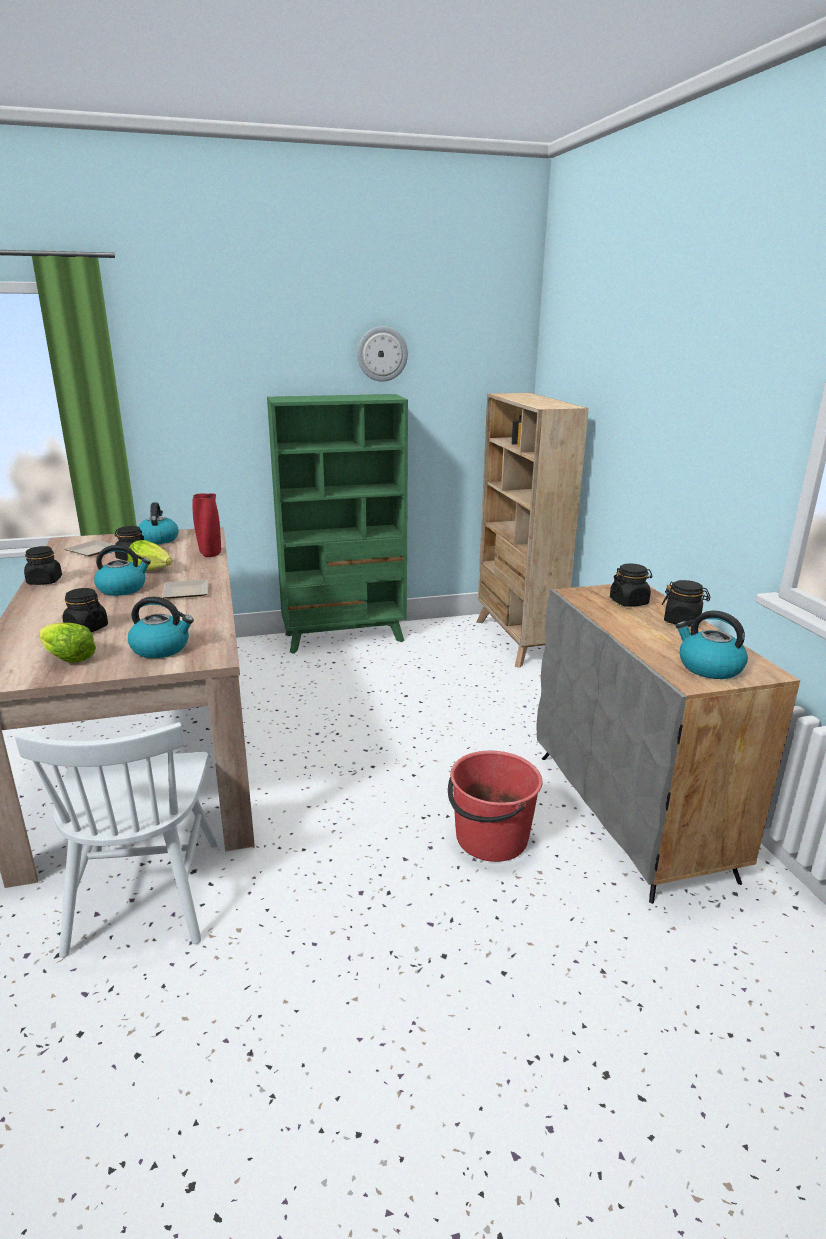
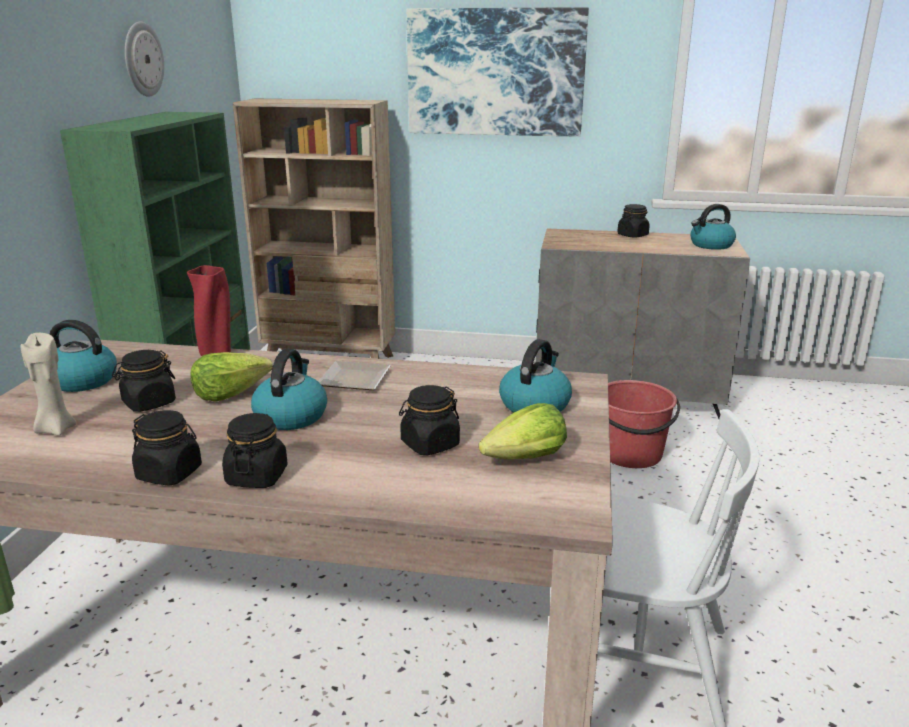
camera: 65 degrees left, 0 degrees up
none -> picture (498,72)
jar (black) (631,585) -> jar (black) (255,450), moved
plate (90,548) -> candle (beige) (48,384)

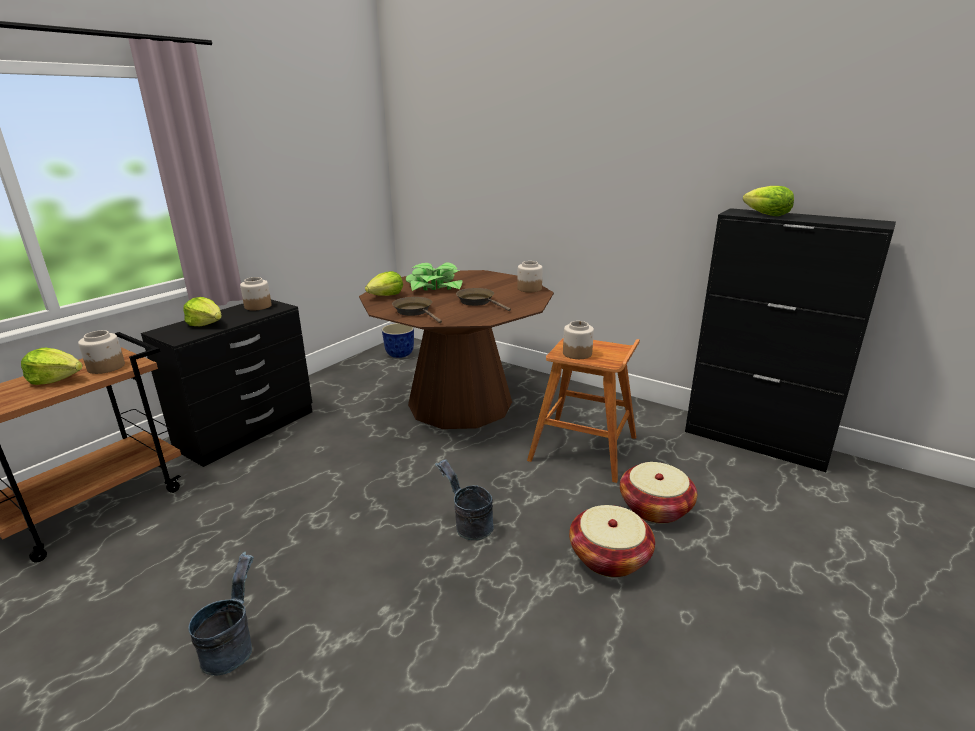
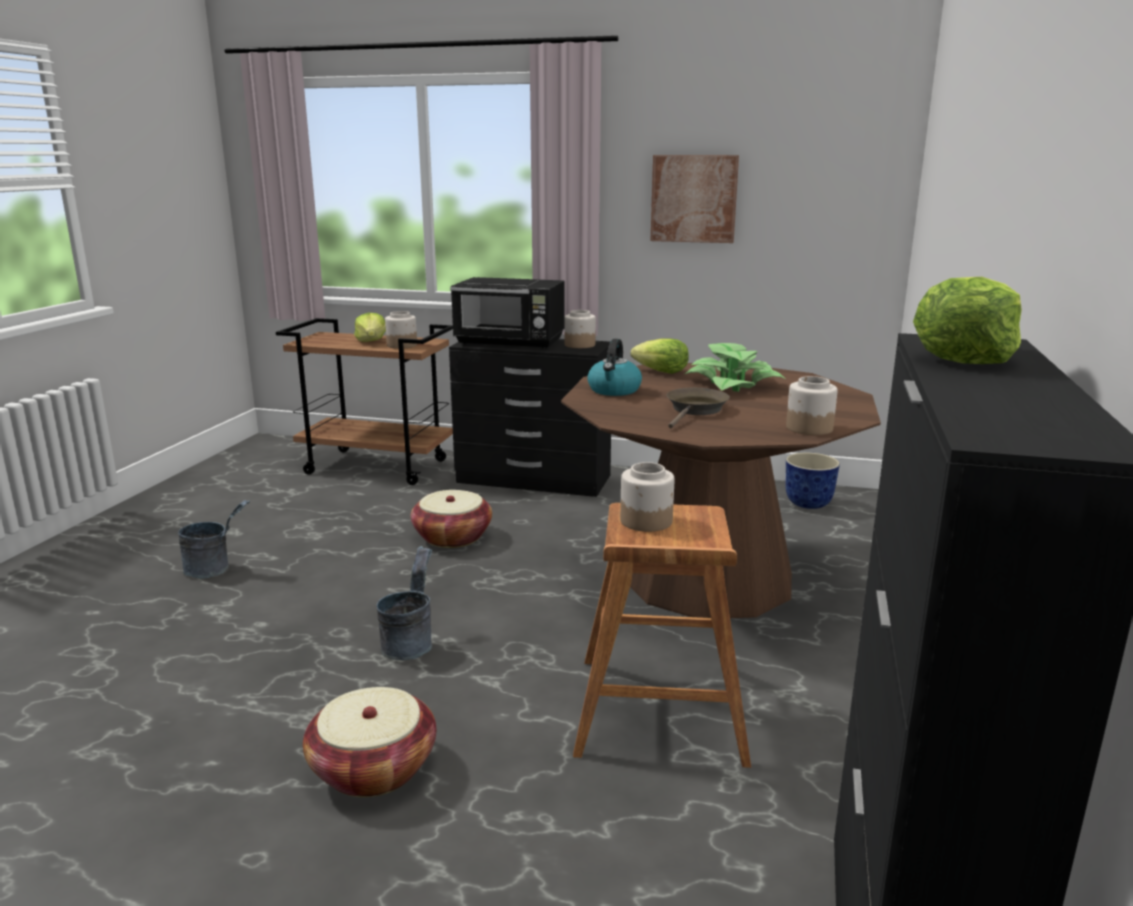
camera: 70 degrees right, 5 degrees down
none -> picture (694,199)
basket (658,493) -> basket (451,519), moved
lettuce (202,311) -> microwave (black) (507,313)
frying pan (brown) (417,310) -> kettle (614,367)

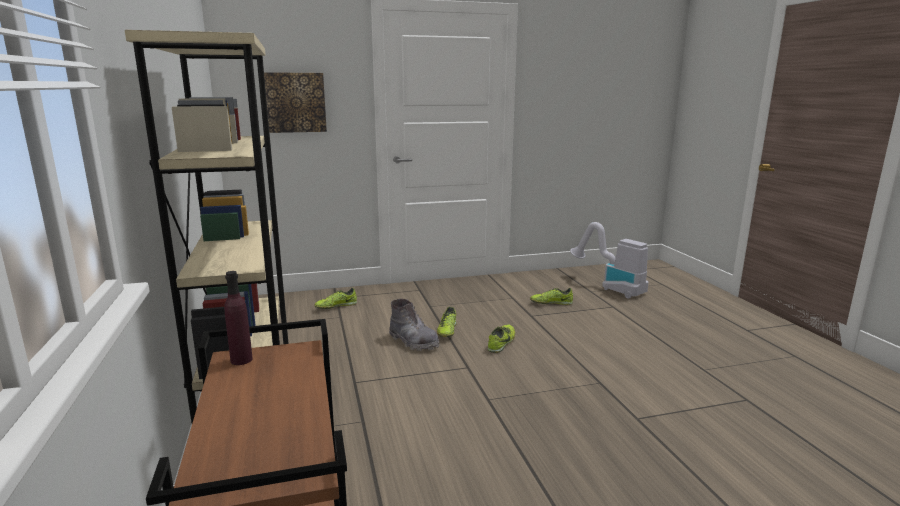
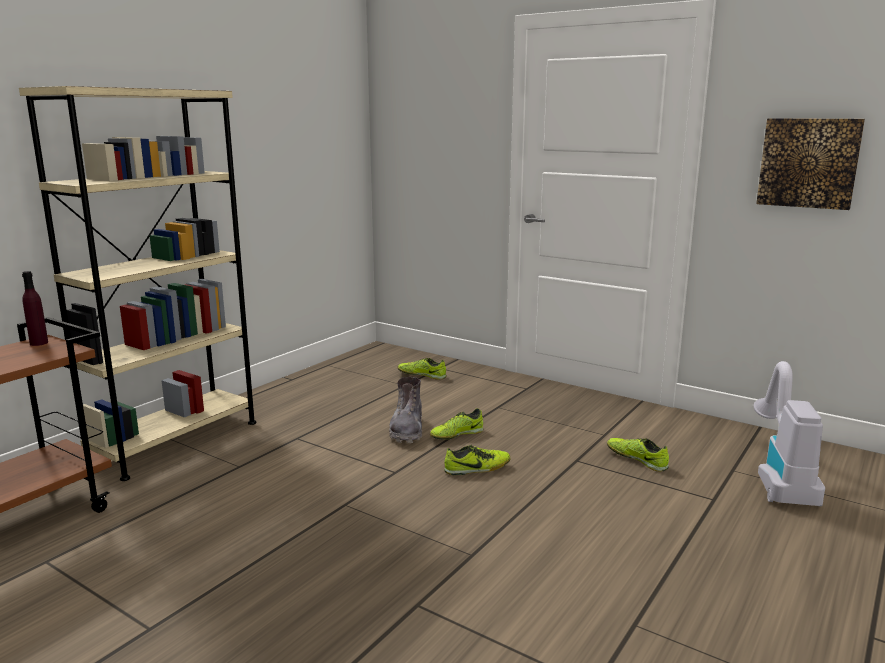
camera: 50 degrees right, 0 degrees up
picture (295,102) -> picture (810,164), moved

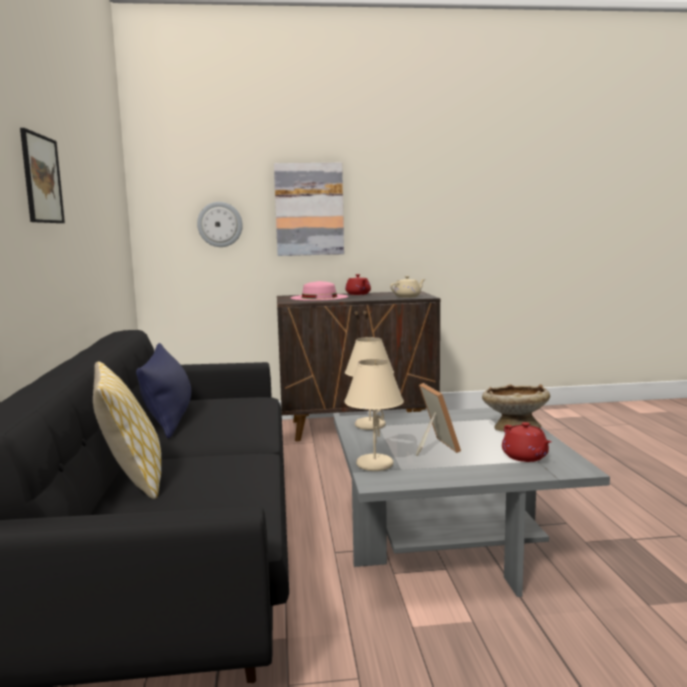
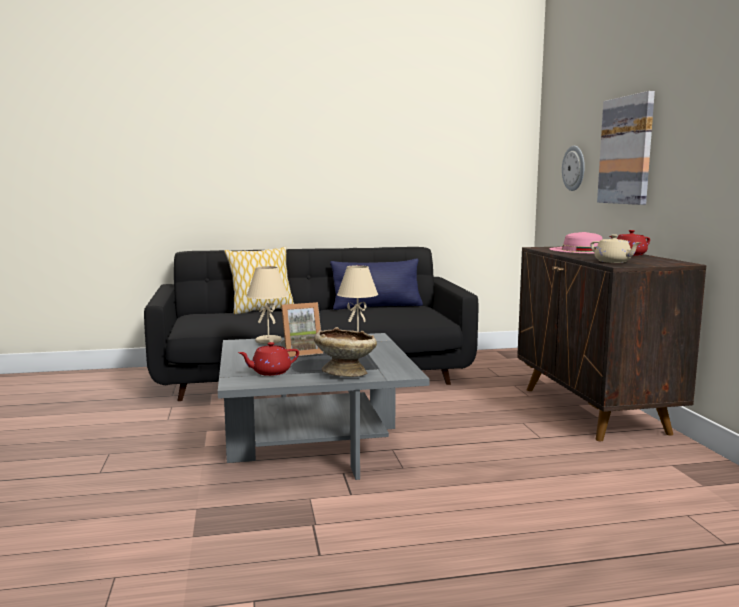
camera: 85 degrees right, 0 degrees up
picture (42,175) -> none

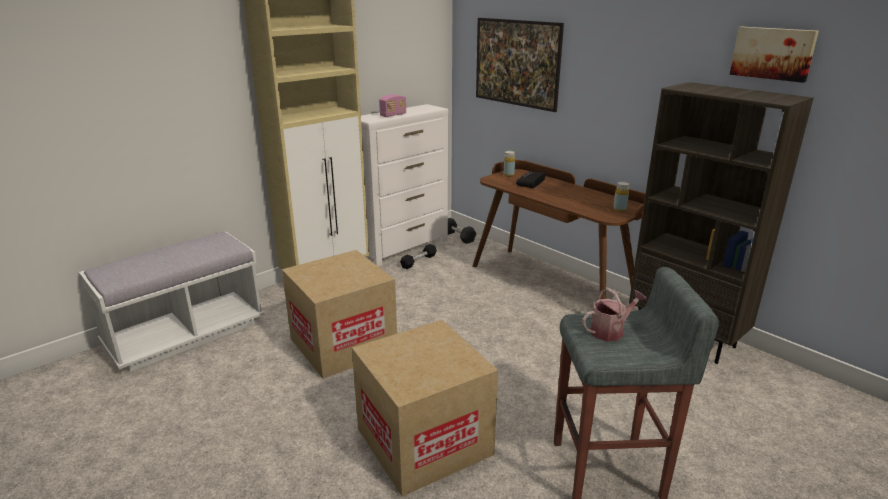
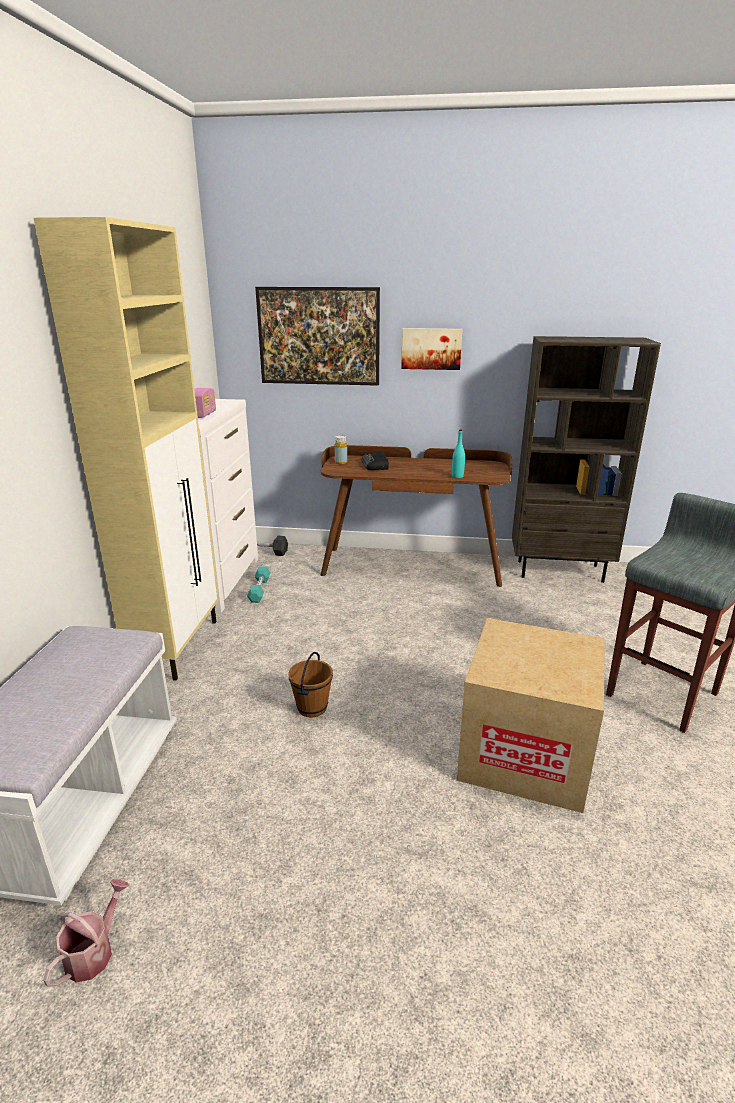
camera: 40 degrees left, 0 degrees up
bottle (yellow) (621,197) -> none
none -> bottle (turquoise) (458,453)
watering can (614,315) -> watering can (86,933), moved
picture (774,55) -> picture (431,349), moved
cardboard box (339,314) -> bucket (brown) (310,685)
dumbbell (black) (418,256) -> dumbbell (turquoise) (259,584)

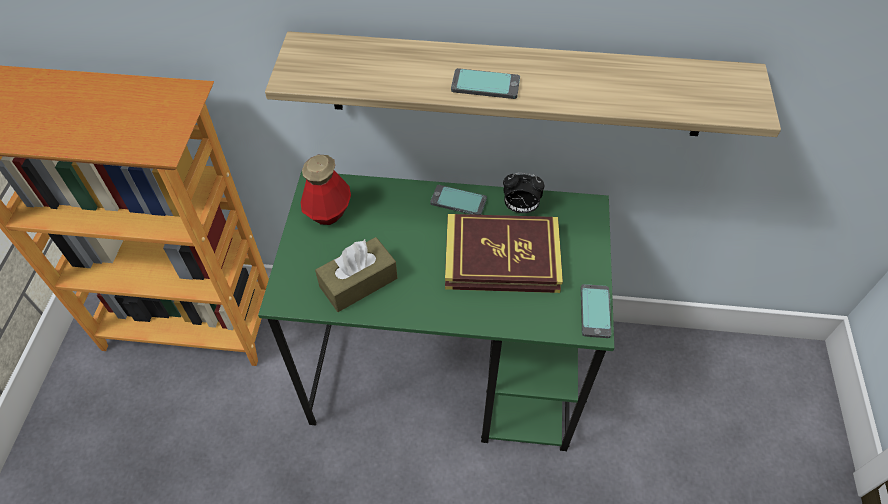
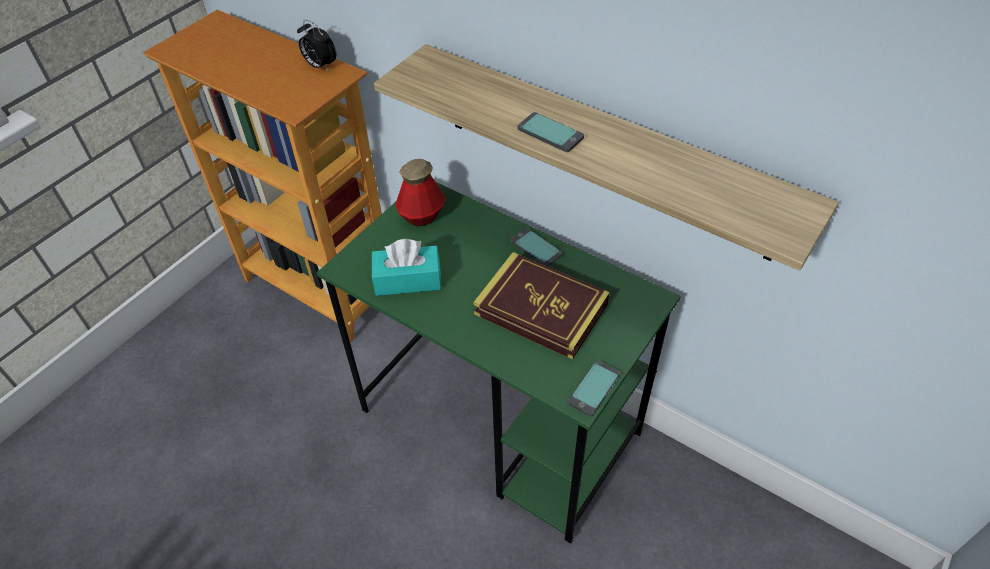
camera: 30 degrees right, 5 degrees down
alarm clock (524,193) -> alarm clock (316,45), moved
tissue box (brown) (356,274) -> tissue box (turquoise) (406,267)

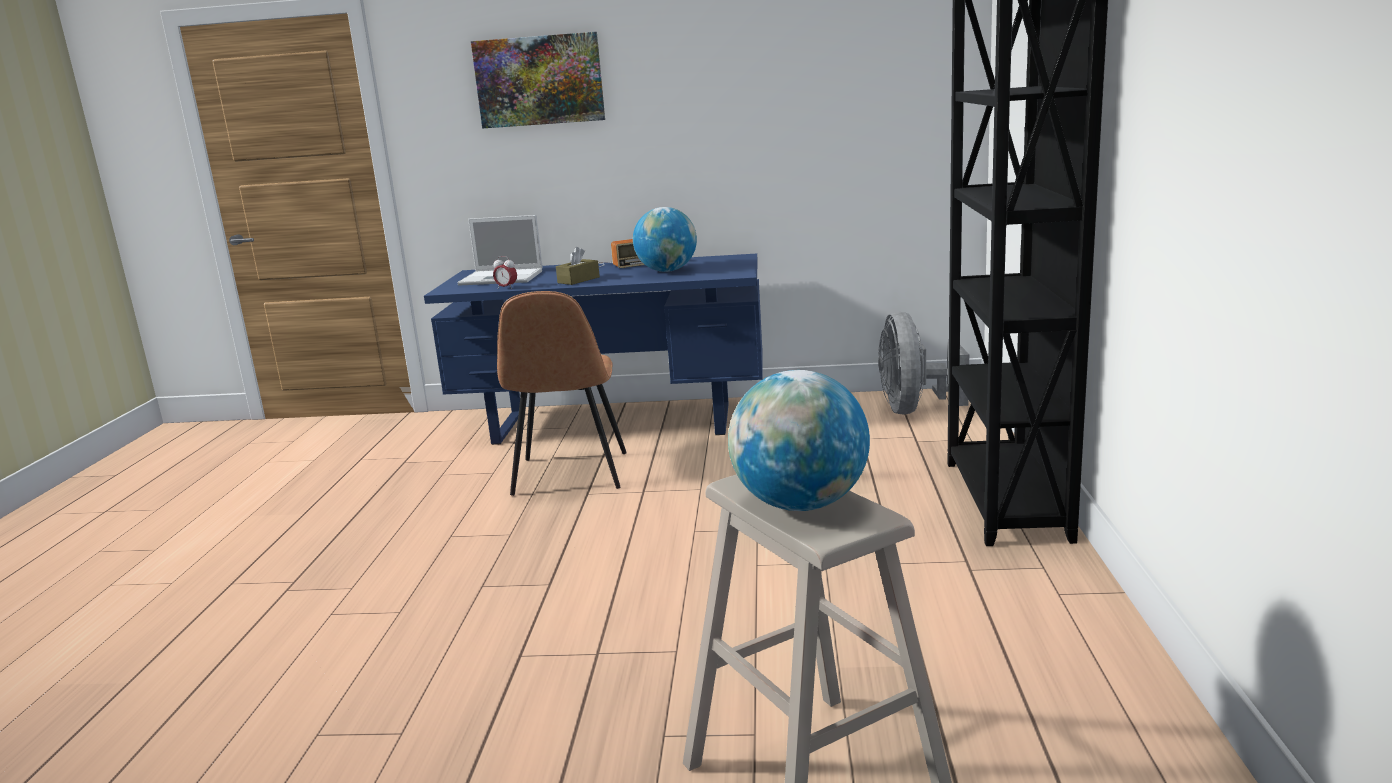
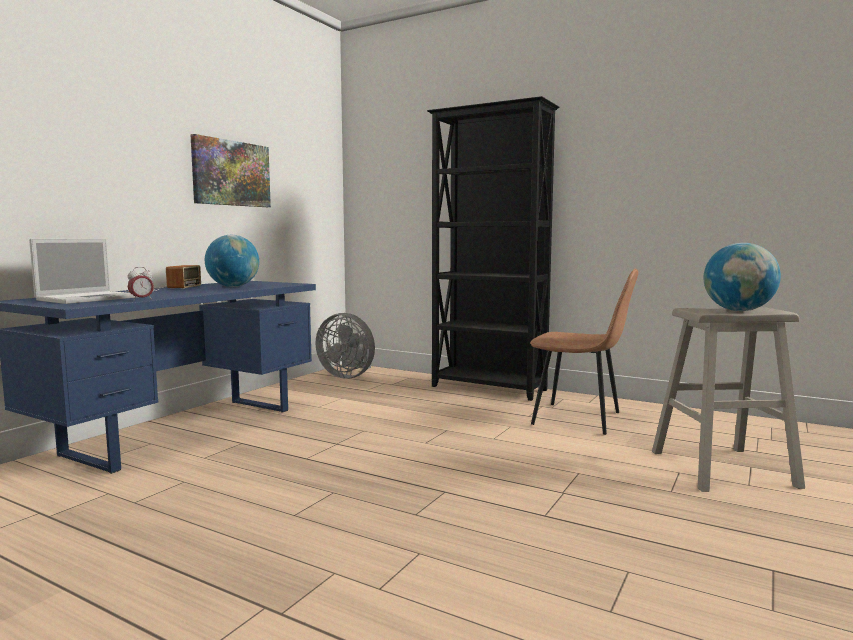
camera: 65 degrees left, 10 degrees down
tissue box (brown) (578,266) -> none
picture (538,80) -> picture (230,170), moved
chair (brown) (562,393) -> chair (brown) (584,352), moved

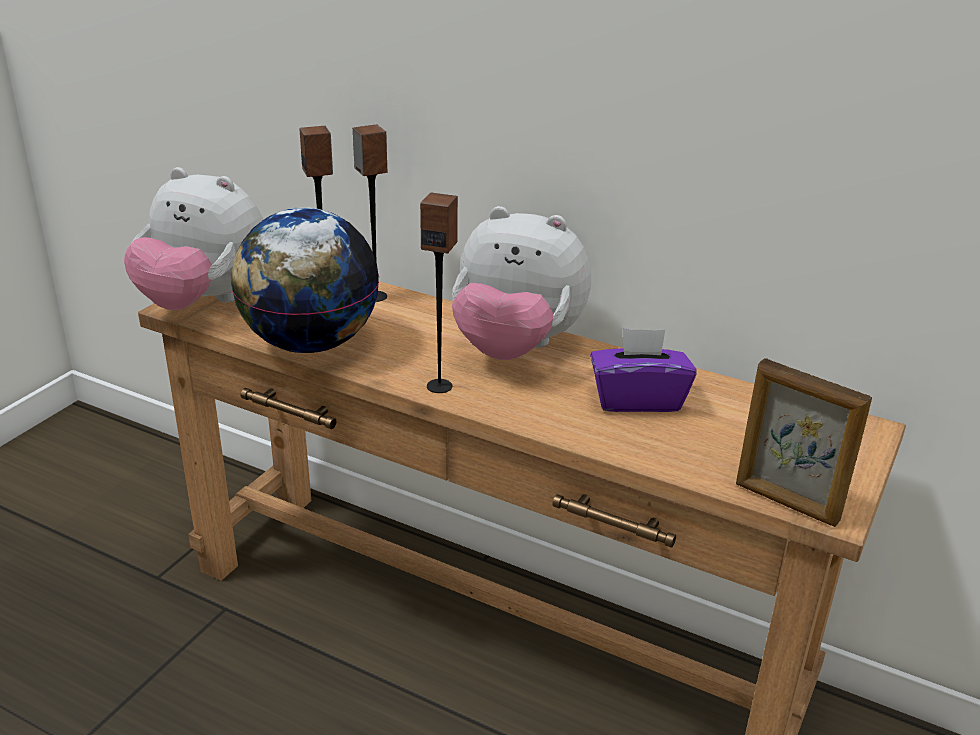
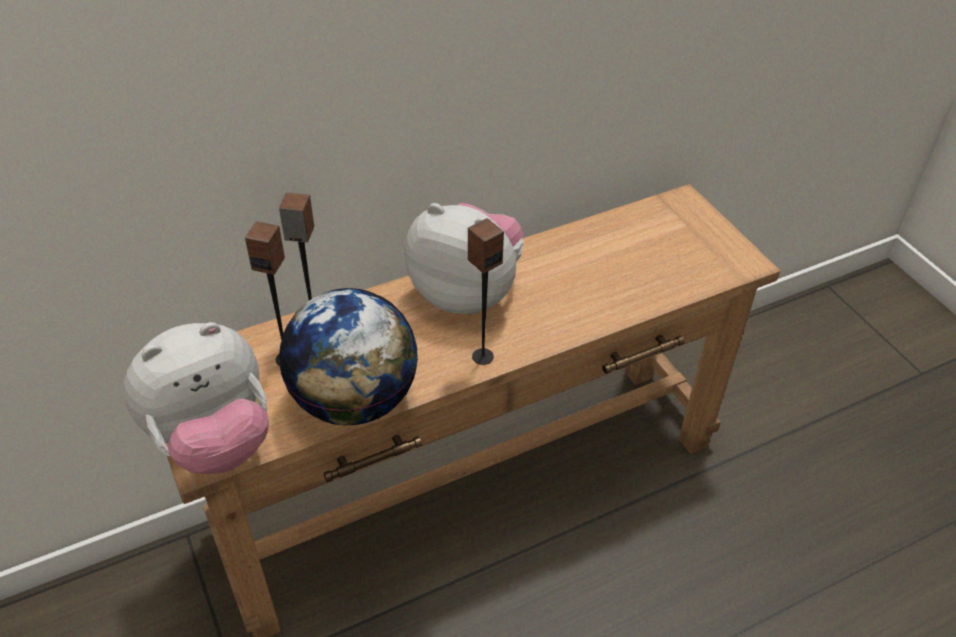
camera: 55 degrees left, 15 degrees up
tissue box (purple) (643,370) -> none
picture frame (804,442) -> none
plush toy (521,283) -> plush toy (464,258), 120 degrees counterclockwise

